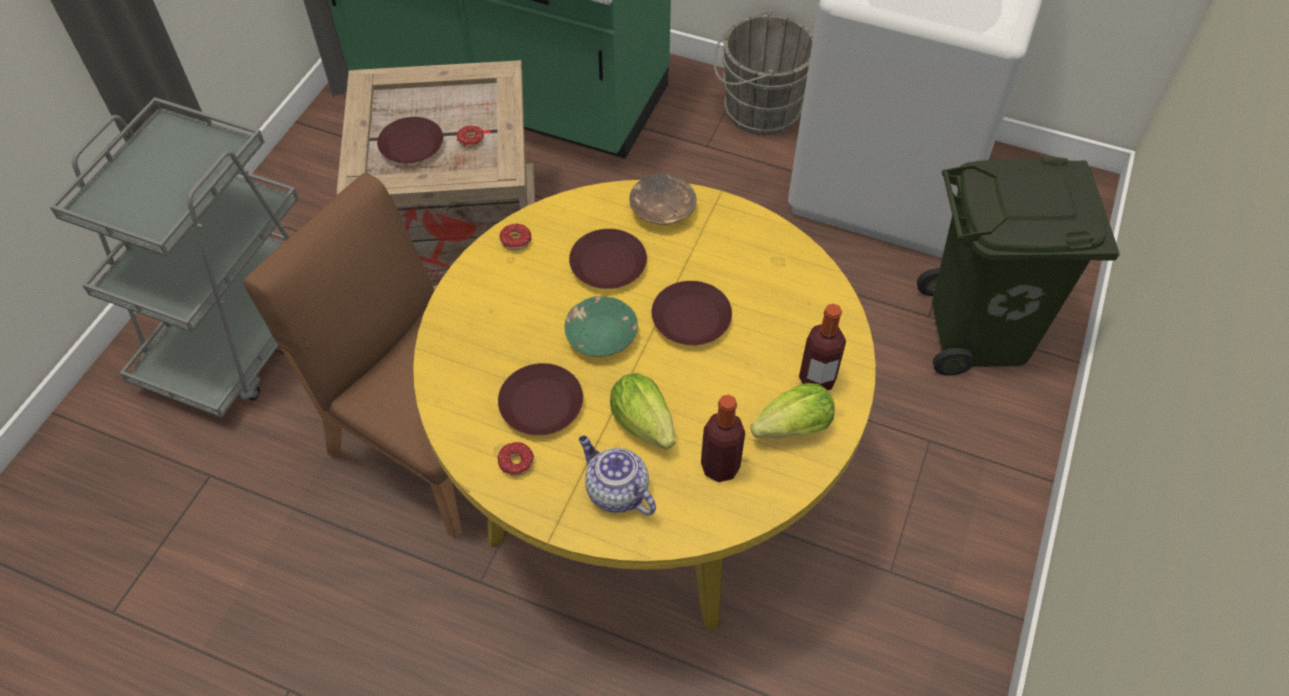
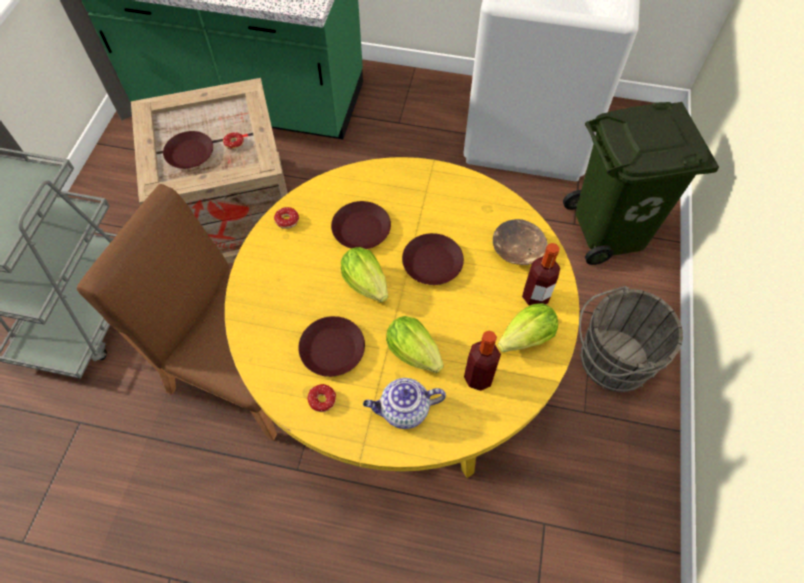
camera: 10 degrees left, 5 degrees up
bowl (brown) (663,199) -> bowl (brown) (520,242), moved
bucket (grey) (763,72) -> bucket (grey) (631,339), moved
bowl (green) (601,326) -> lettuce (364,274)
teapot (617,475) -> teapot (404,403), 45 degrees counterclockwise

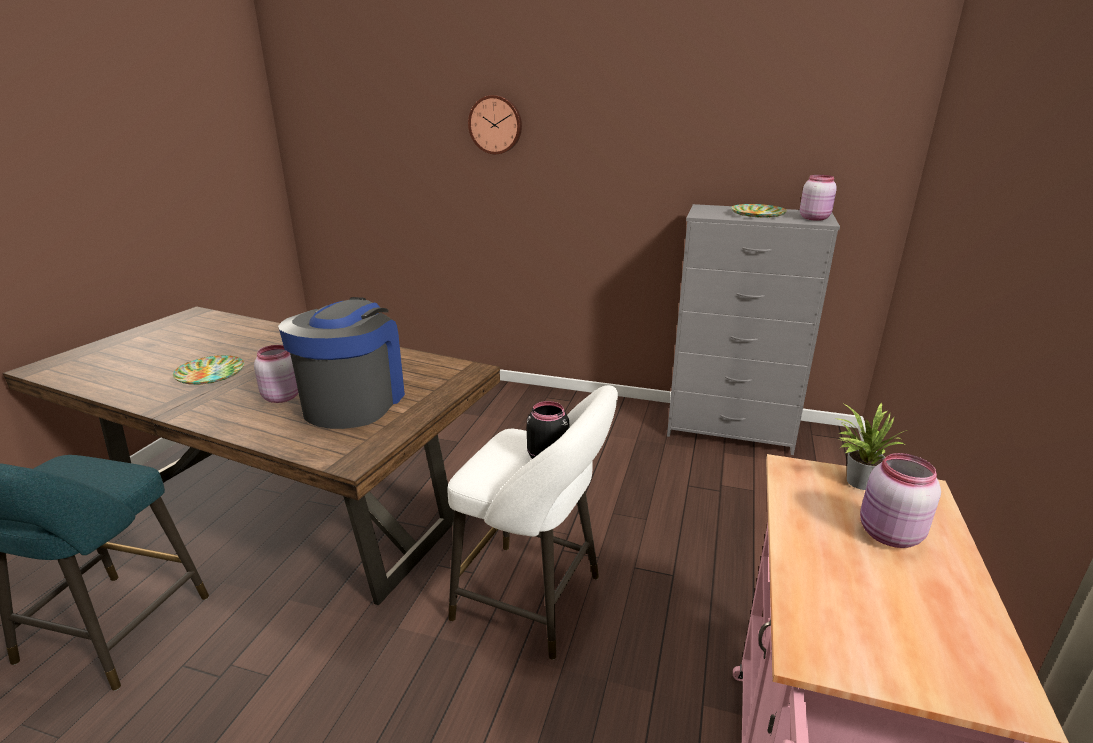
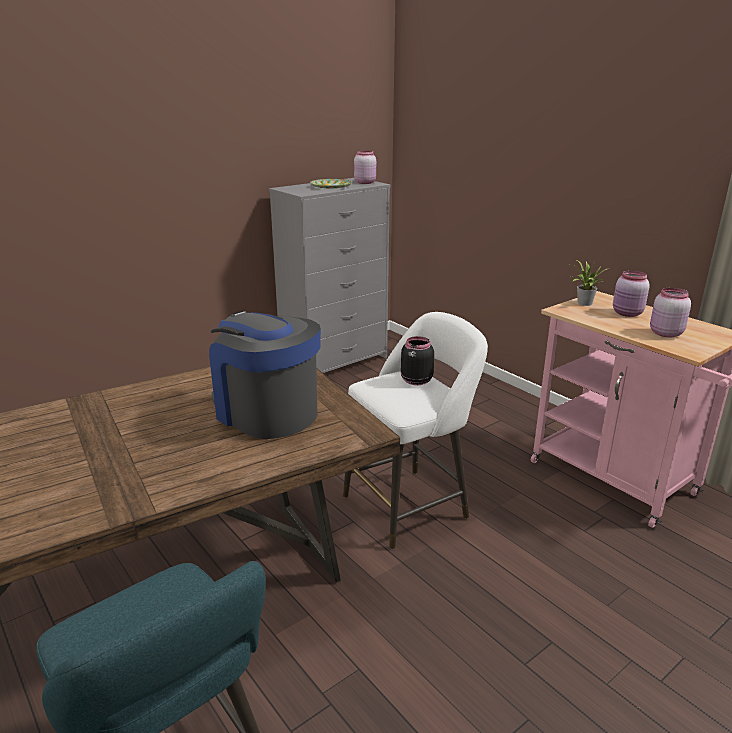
camera: 55 degrees left, 0 degrees up
plate (208,370) -> none
wall clock (495,124) -> none
jar (pink) (276,374) -> jar (pink) (670,312), moved

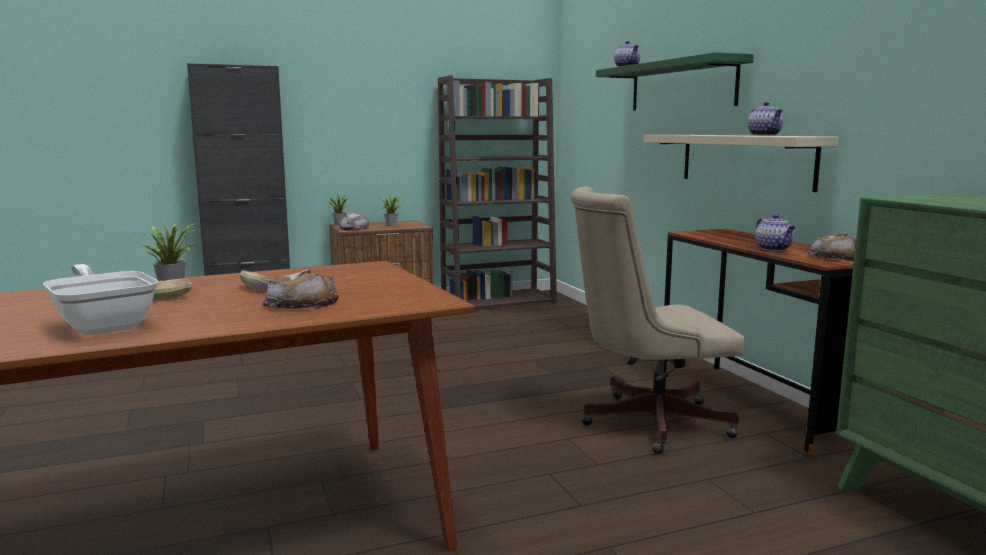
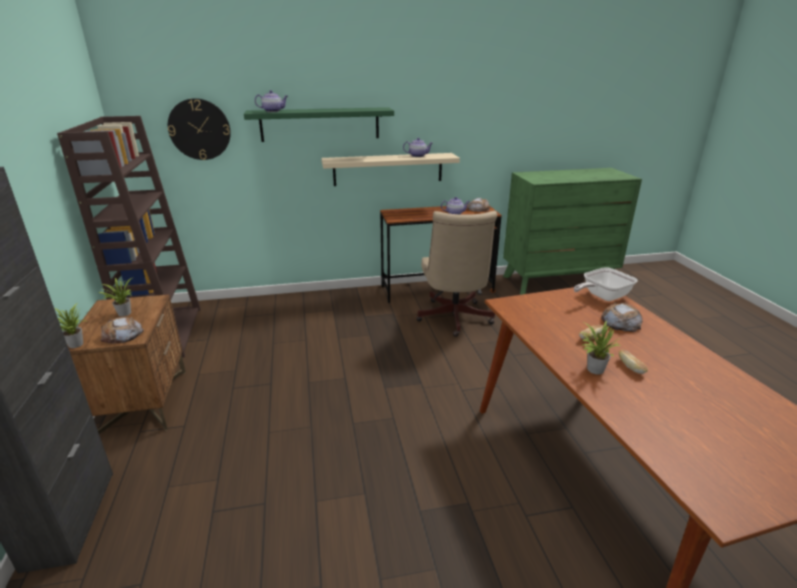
camera: 80 degrees left, 15 degrees up
none -> wall clock (199,129)
frying pan (100,299) -> frying pan (605,284), moved

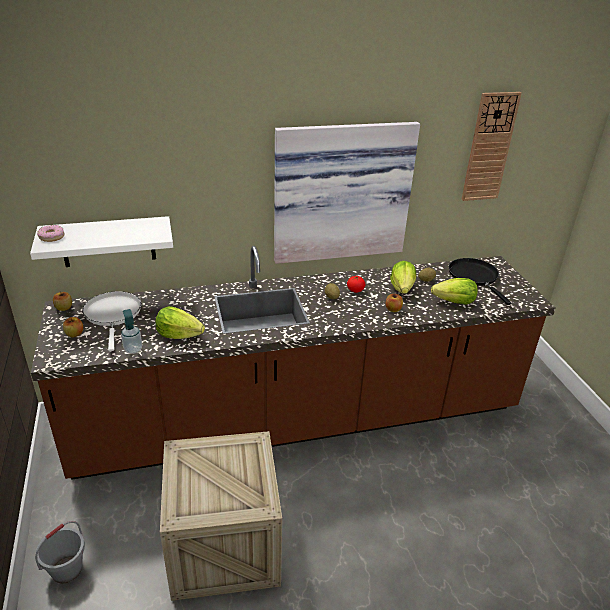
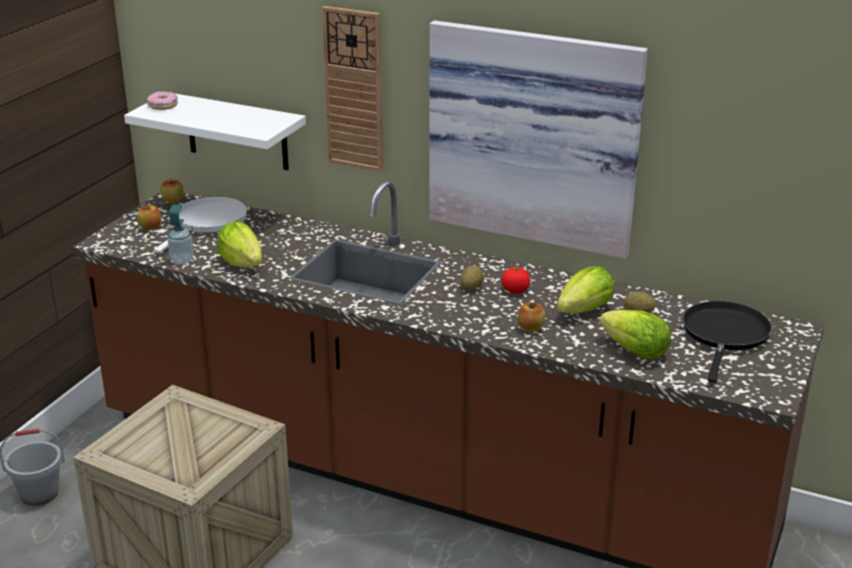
camera: 40 degrees right, 5 degrees down
wall clock (491,146) -> wall clock (352,89), moved

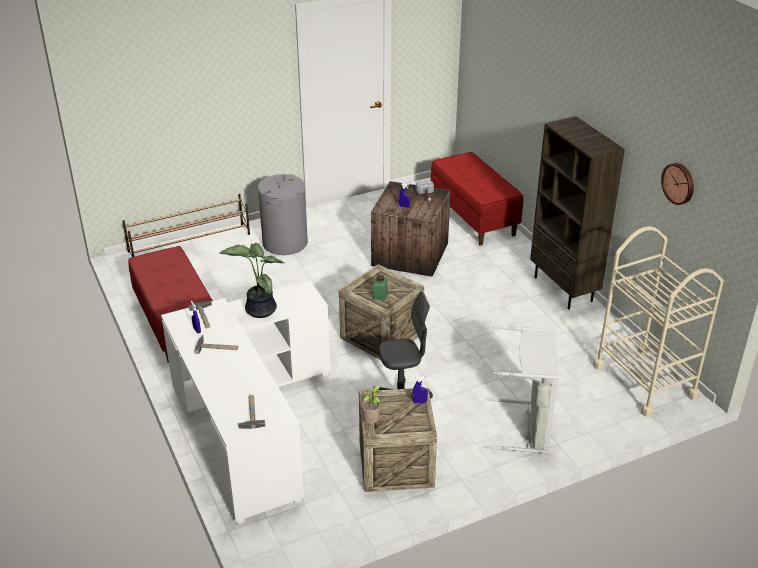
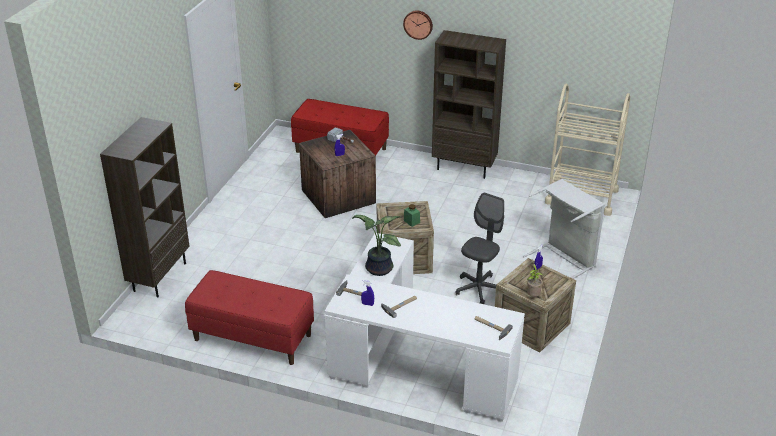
camera: 45 degrees left, 0 degrees up
laundry basket (grey) (283,214) -> none
wall clock (677,184) -> wall clock (418,25), moved
shoe rack (brown) (186,225) -> bookcase (brown) (144,207)

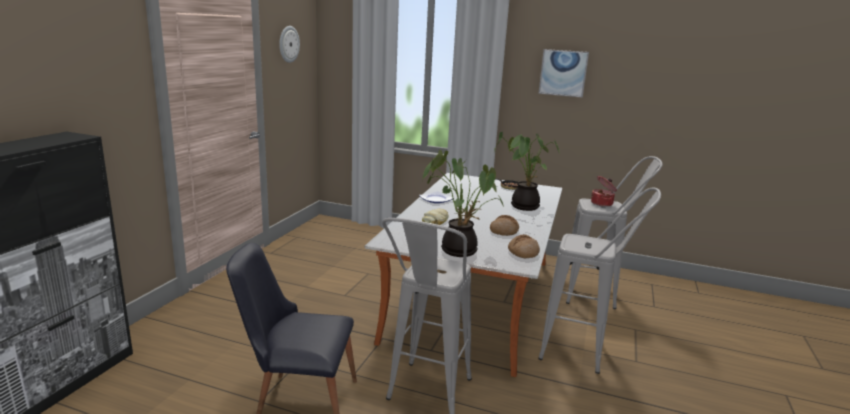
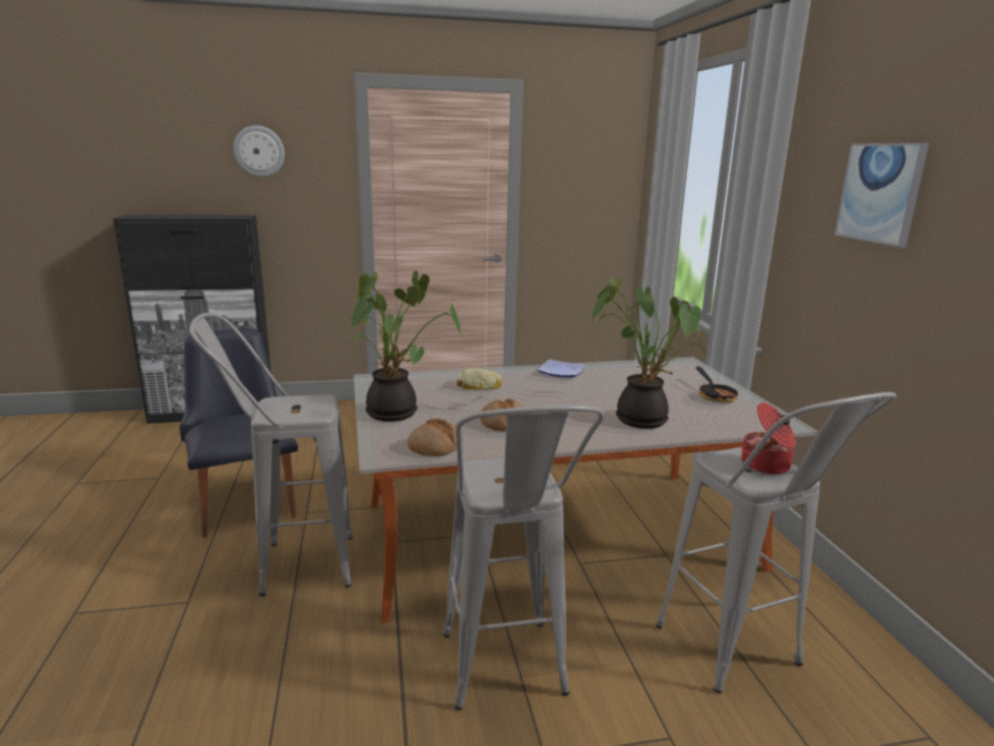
camera: 60 degrees right, 0 degrees up
wall clock (289,44) -> wall clock (259,151), moved

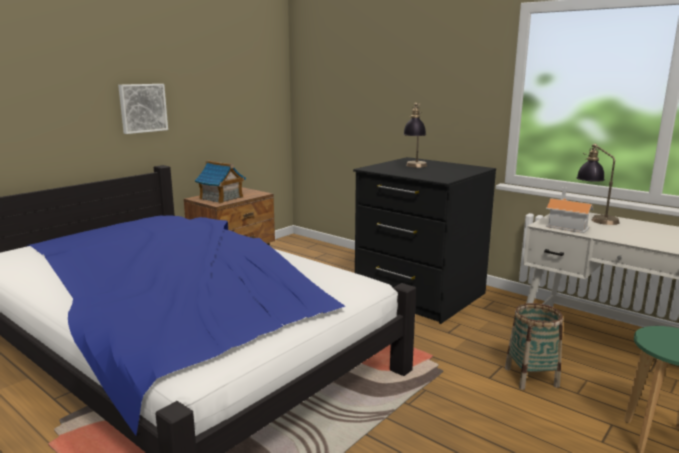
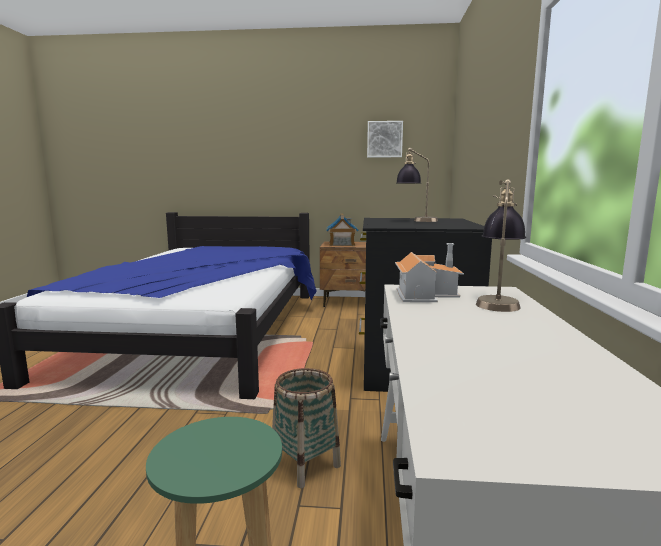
camera: 55 degrees right, 5 degrees down
picture (143,109) -> picture (385,139), moved

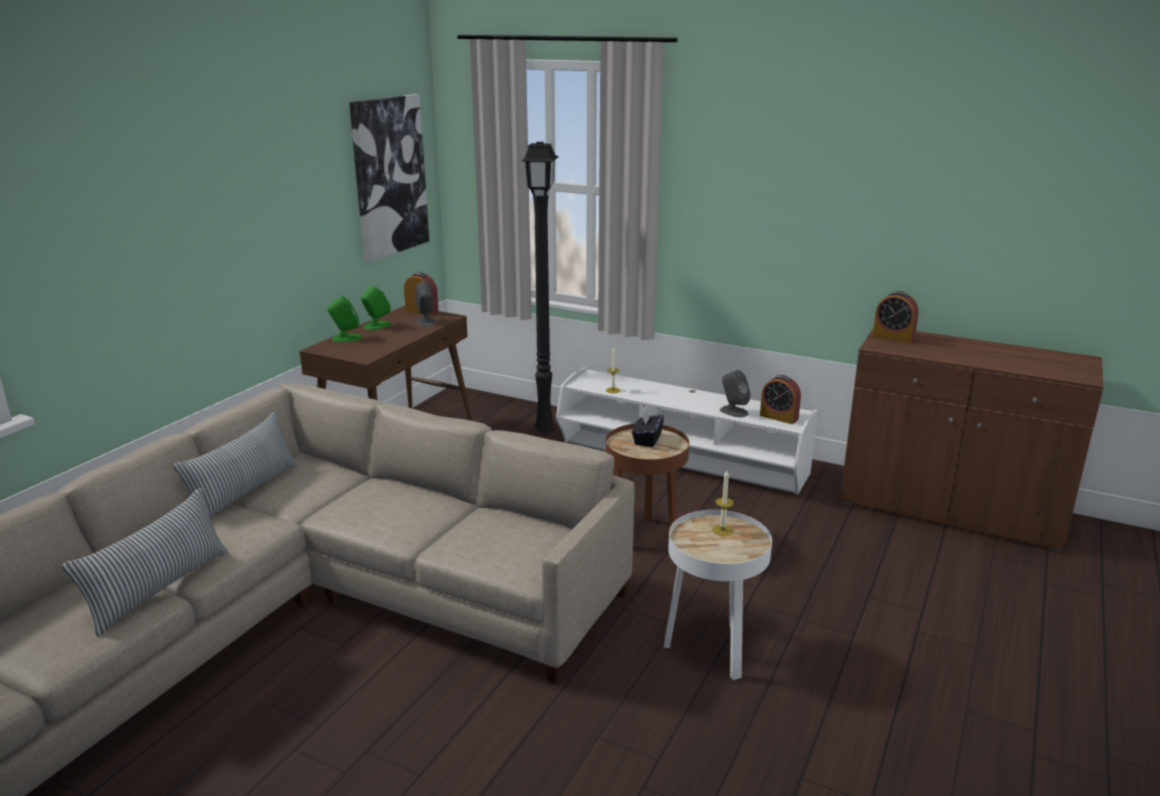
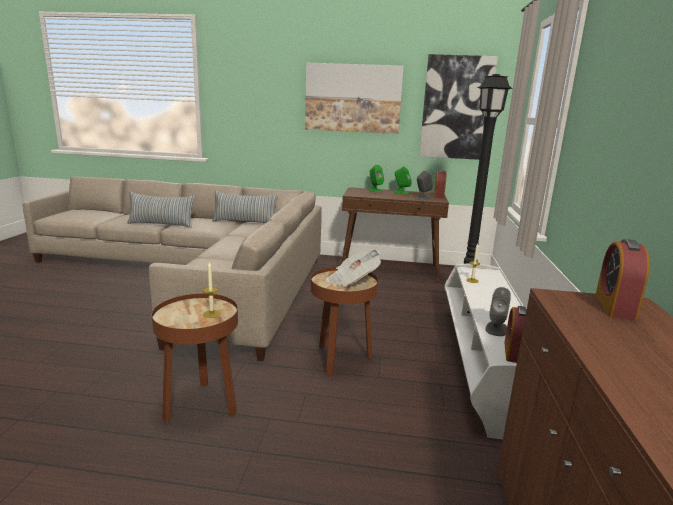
camera: 70 degrees right, 5 degrees down
none -> picture (354,98)
tissue box (black) (648,428) -> newspaper (353,268)
side table (white) (718,595) -> side table (brown) (195,358)

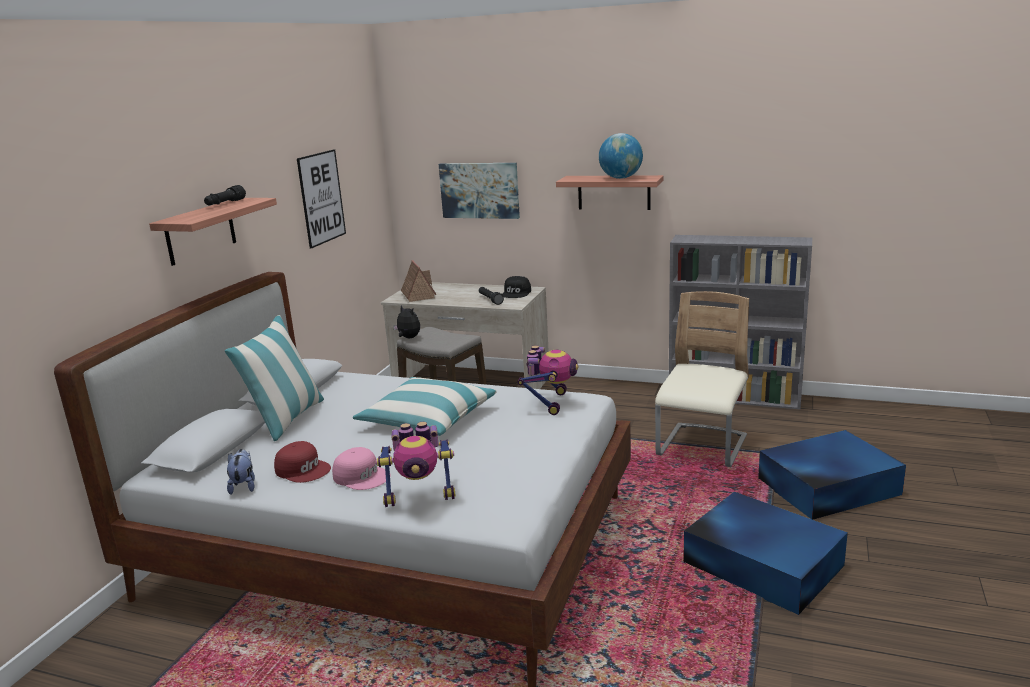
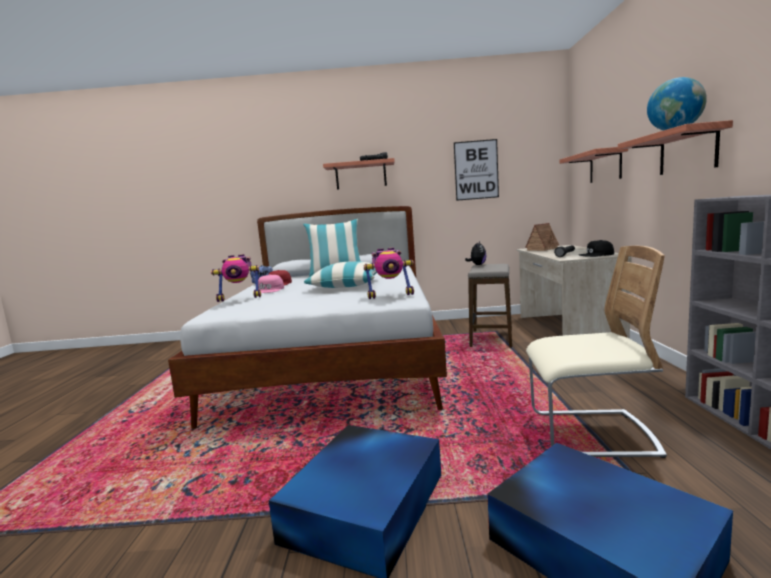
camera: 70 degrees right, 10 degrees down
picture (479,191) -> shelf (593,165)
toy robot (416,464) -> toy robot (236,278), 75 degrees counterclockwise

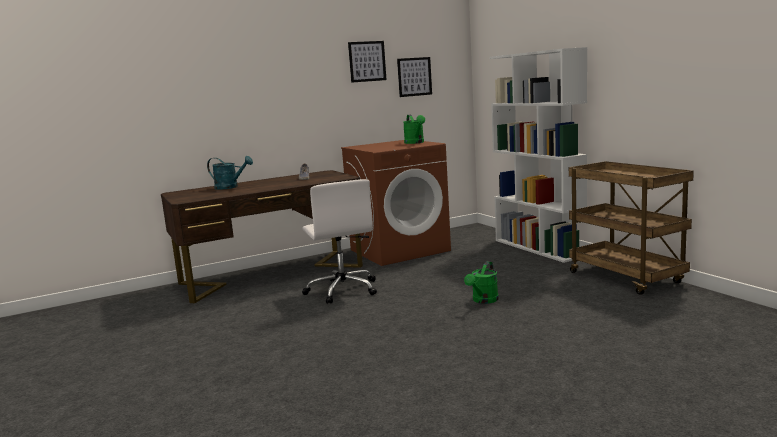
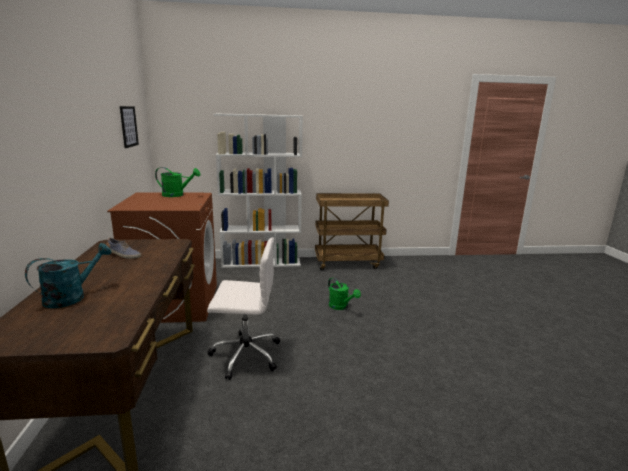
camera: 70 degrees left, 5 degrees up
picture (367,62) -> none

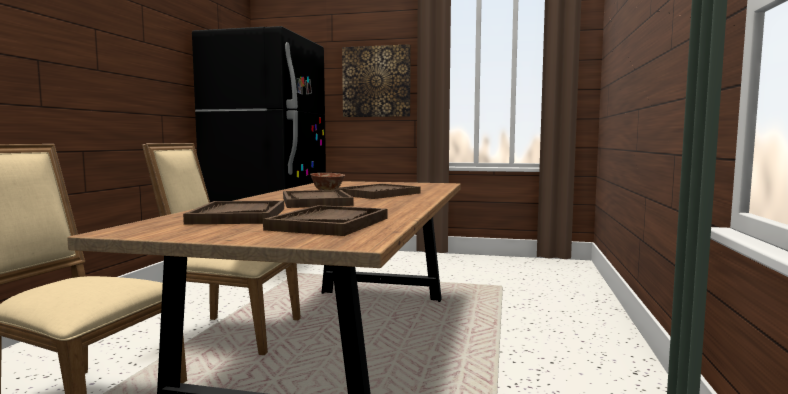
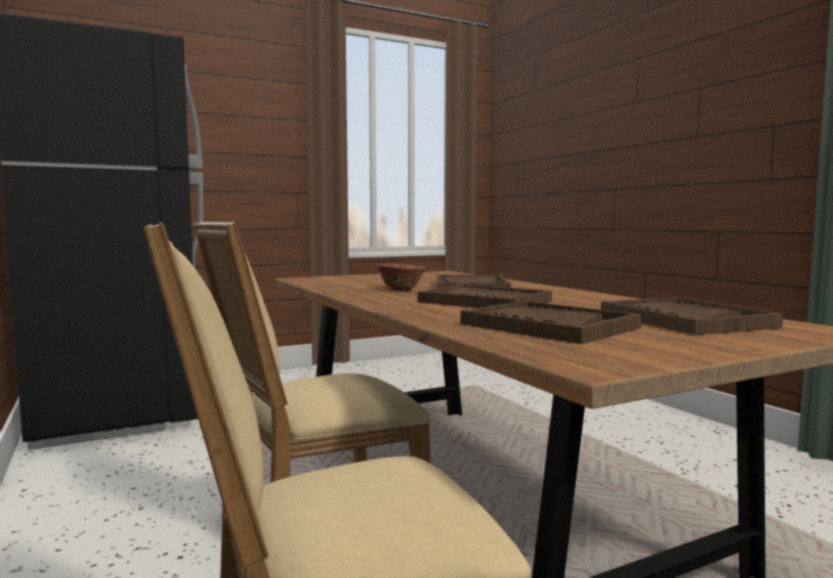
camera: 40 degrees left, 0 degrees up
picture (376,80) -> none

